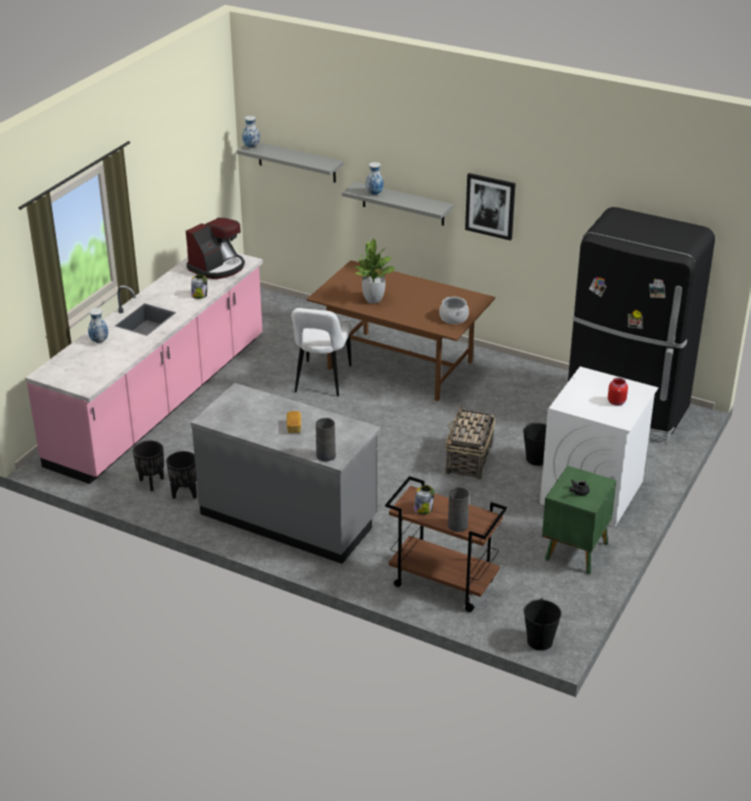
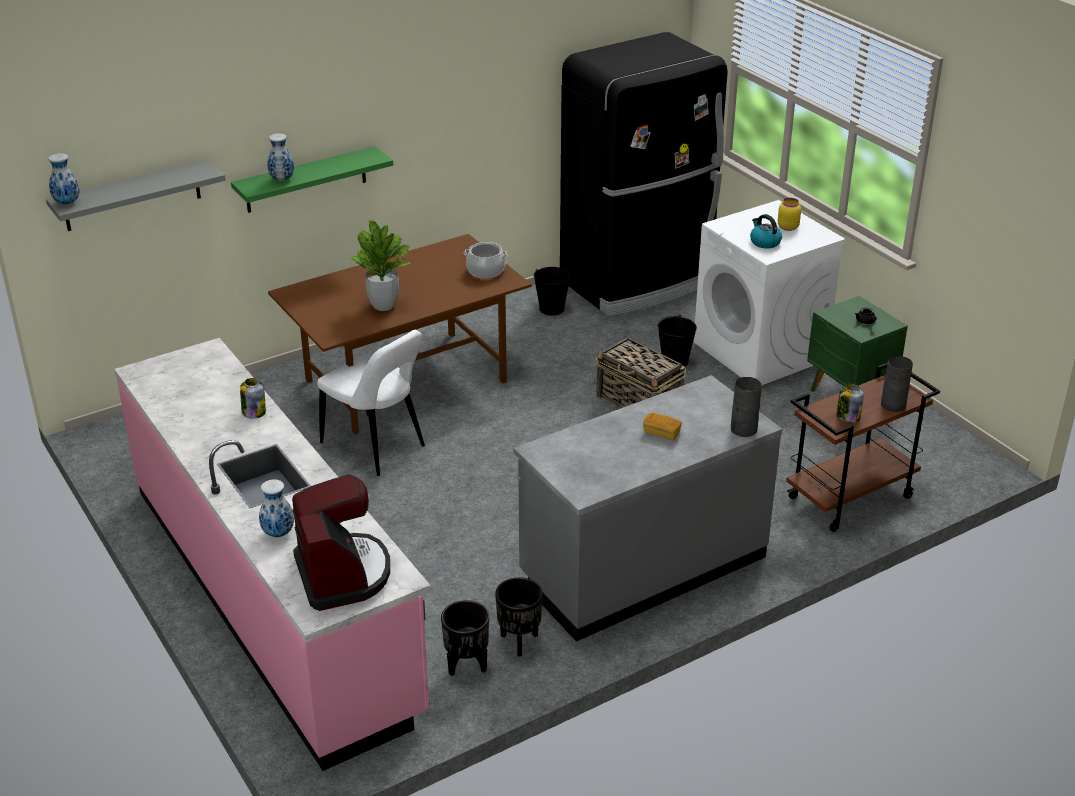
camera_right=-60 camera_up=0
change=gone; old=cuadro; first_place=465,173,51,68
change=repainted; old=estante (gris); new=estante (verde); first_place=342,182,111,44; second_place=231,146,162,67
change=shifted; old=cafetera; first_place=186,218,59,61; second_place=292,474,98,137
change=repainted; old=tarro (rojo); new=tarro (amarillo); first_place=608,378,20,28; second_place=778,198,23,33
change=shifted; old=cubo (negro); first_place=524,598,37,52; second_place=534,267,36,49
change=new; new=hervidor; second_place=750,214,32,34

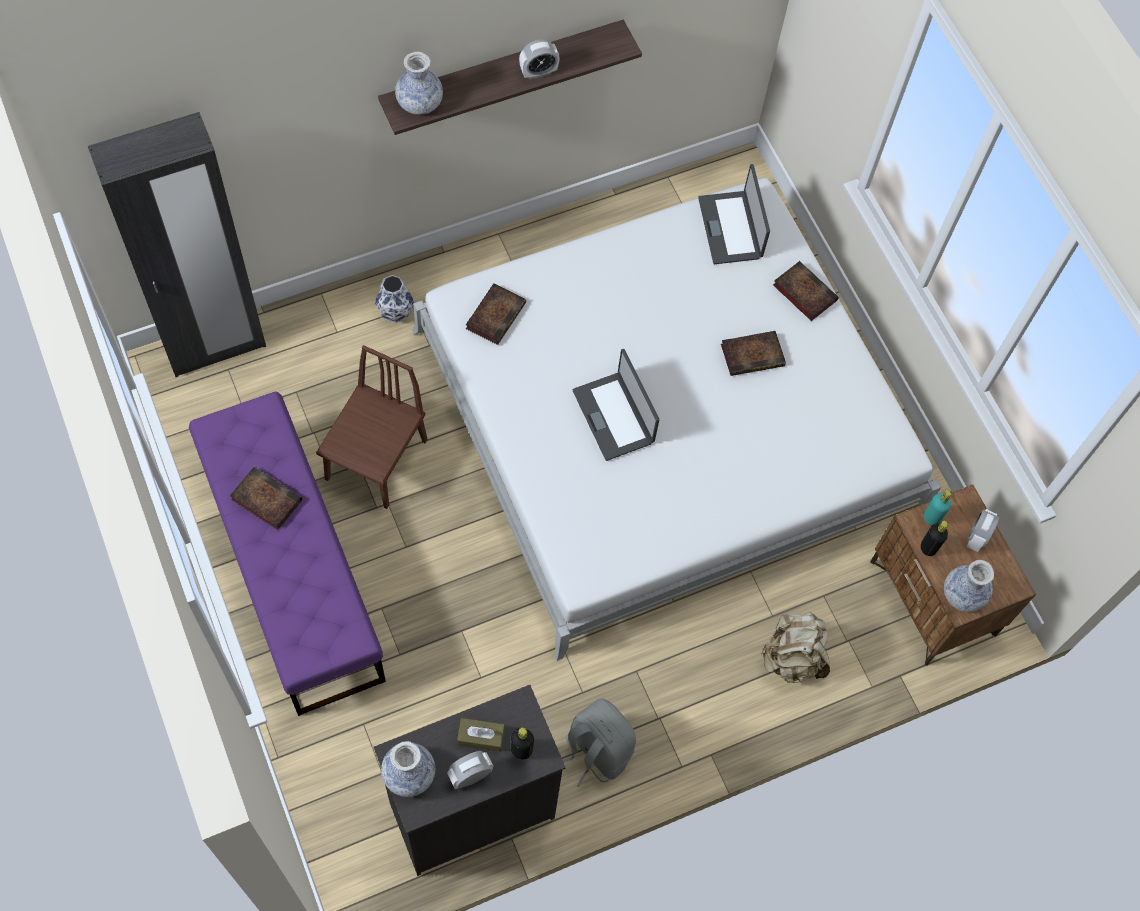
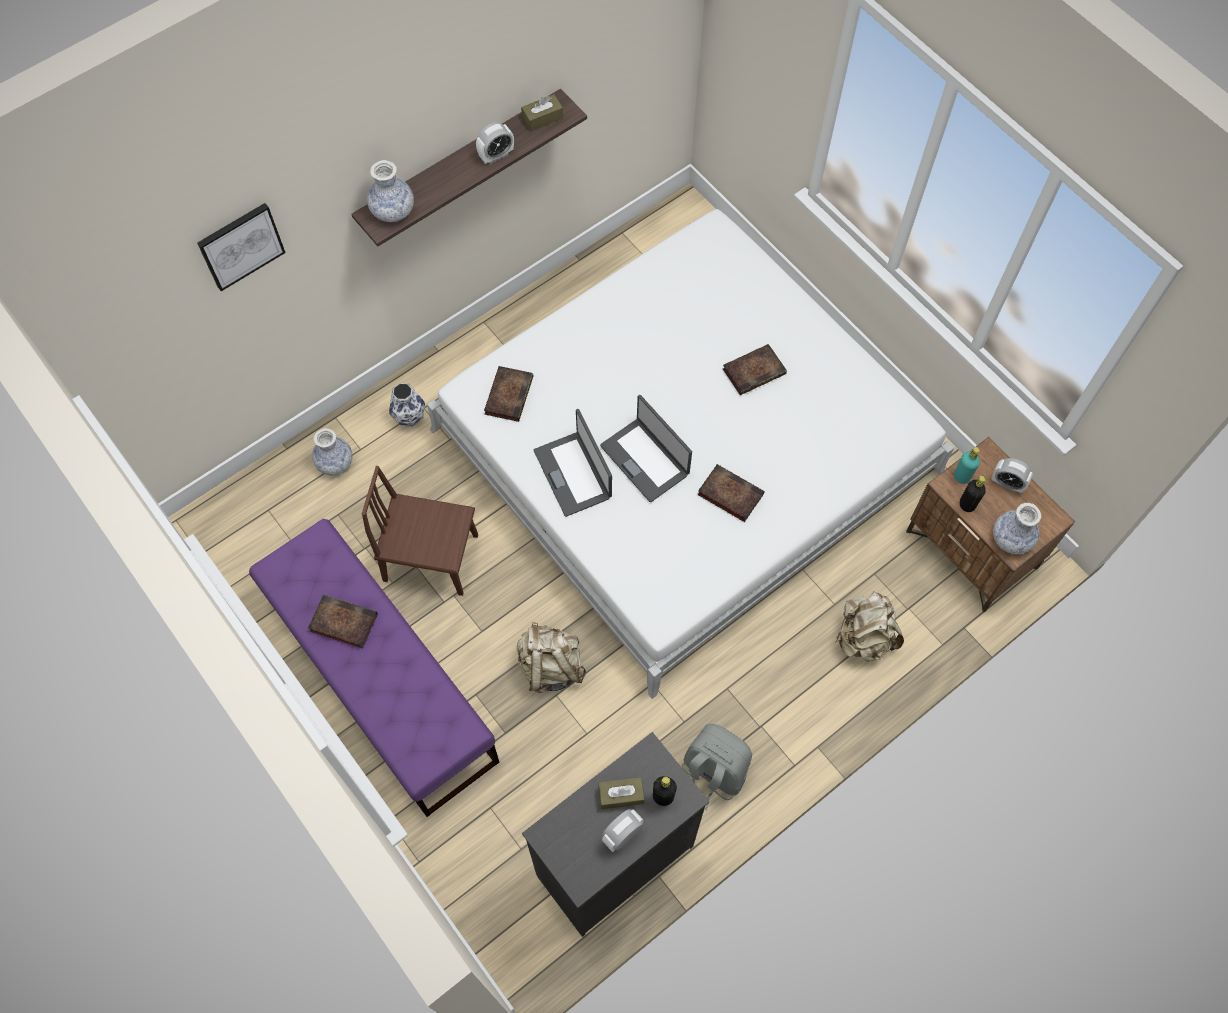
camera_right=-10 camera_up=0
change=gone; old=armario ropero (negro); first_place=88,112,178,265
change=shifted; old=portátil; first_place=698,164,72,100; second_place=534,409,78,108
change=shifted; old=libro; first_place=773,261,66,60; second_place=698,464,67,58
change=rotated; old=silla (marrón); first_place=316,345,112,164; second_place=362,466,116,130; degrees=-90
change=rotated; old=despertador; first_place=967,509,32,43; second_place=991,458,42,35; degrees=-75
change=shifted; old=florero; first_place=381,741,54,56; second_place=312,428,41,47
change=new; new=caja de pañuelos (marrón); second_place=521,94,42,37
change=new; new=cuadro; second_place=197,203,89,88
change=new; new=mochila (beis); second_place=517,622,69,71

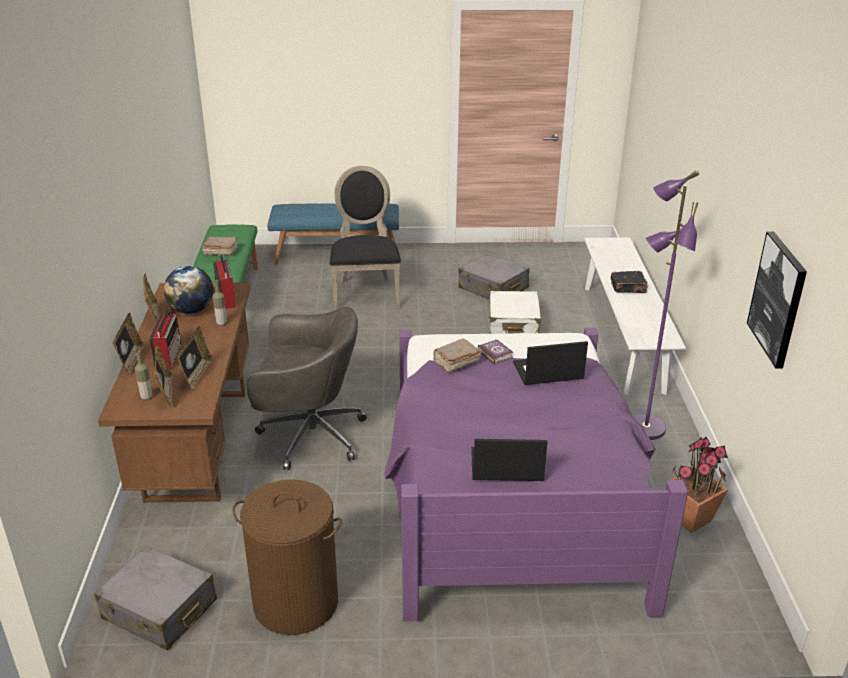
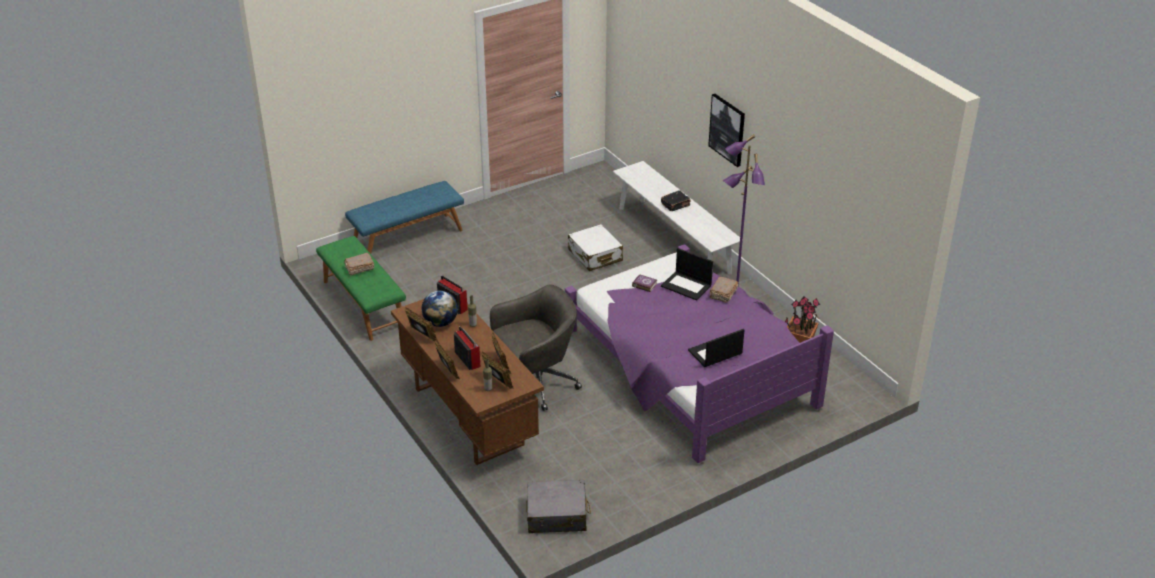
camera_right=-30 camera_up=5
change=gone; old=silla (negro); first_place=330,166,71,144
change=shifted; old=cuadro; first_place=747,231,60,138; second_place=708,94,37,73
change=gone; old=maleta (gris); first_place=458,253,72,46
change=shifted; old=libro (marrón); first_place=433,339,48,34; second_place=709,277,29,26
change=rotated; old=portátil; first_place=513,341,75,44; second_place=661,248,52,53; degrees=-105
change=gone; old=cesto de la ropa (marrón); first_place=232,479,110,156

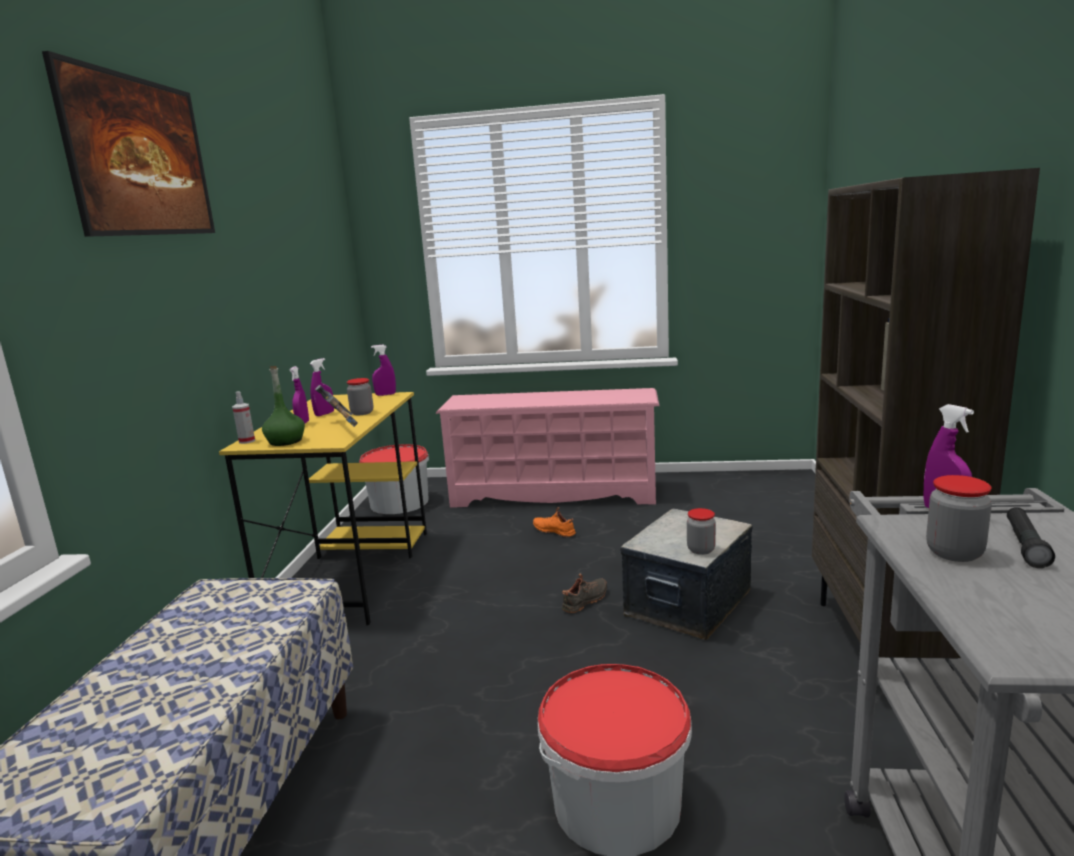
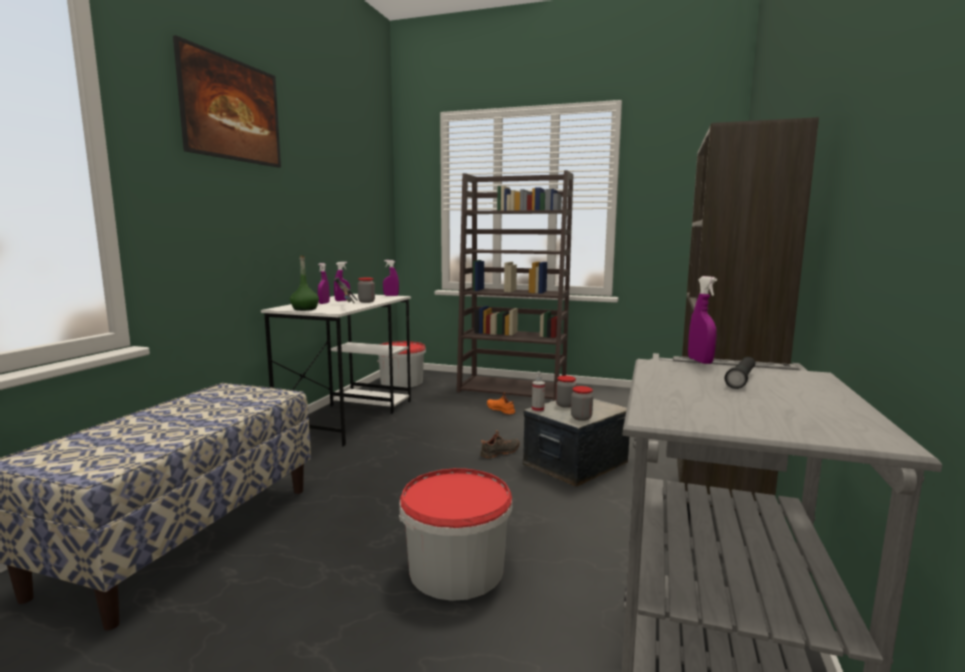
camera_right=10 camera_up=-5
change=swapped; old=zapatero (rosa); new=estantería (marrón); first_place=435,388,225,120; second_place=457,170,116,231
change=shifted; old=pulverizador; first_place=232,391,23,53; second_place=532,372,13,40
change=repainted; old=escritorio (amarillo); new=escritorio (blanco); first_place=219,392,208,234; second_place=261,294,150,153
change=shifted; old=tarro; first_place=926,475,66,87; second_place=556,376,21,32

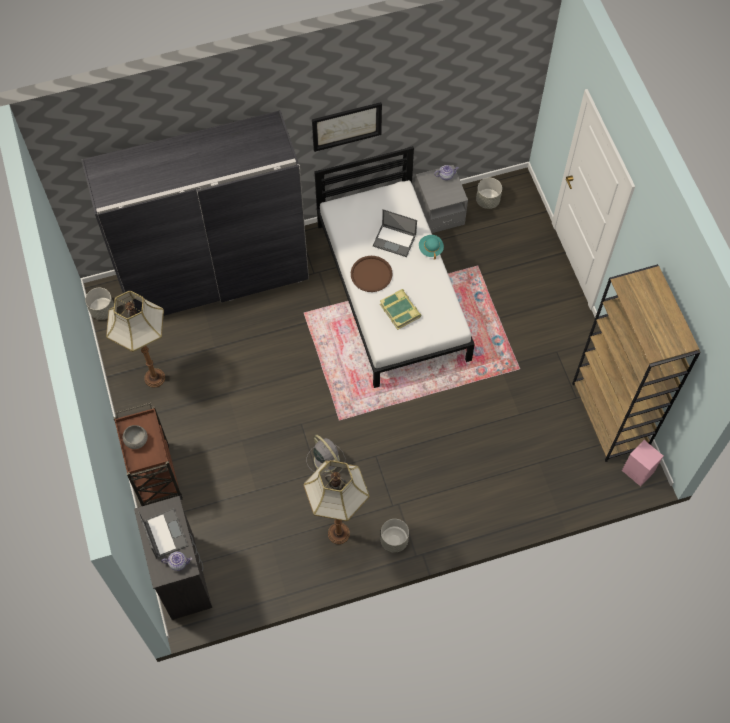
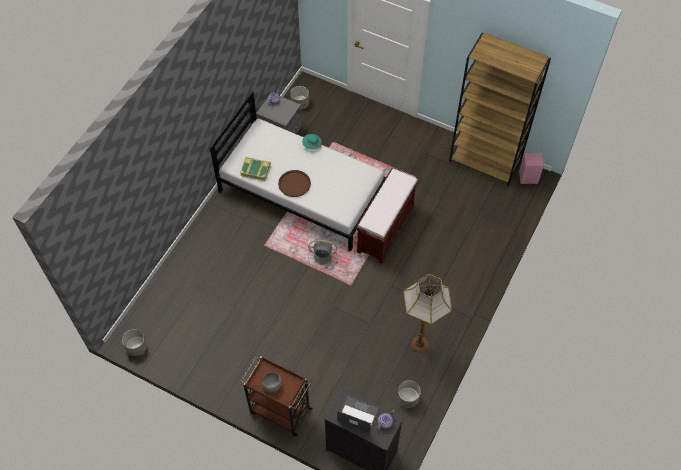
camera_right=-45 camera_up=-5
change=gone; old=cuadro; first_place=312,102,70,50
change=gone; old=armario ropero (gris); first_place=81,110,228,206
change=gone; old=portátil; first_place=373,209,44,48
change=shifted; old=libro; first_place=380,289,41,41; second_place=240,157,31,24
change=gone; old=lámpara de pie; first_place=106,291,59,97
change=shifted; old=ventilador (gris); first_place=307,435,38,39; second_place=308,239,29,30
change=shifted; old=maceta (gris); first_place=381,519,28,34; second_place=397,380,24,28
change=new; new=banco (marrón); second_place=356,167,63,97

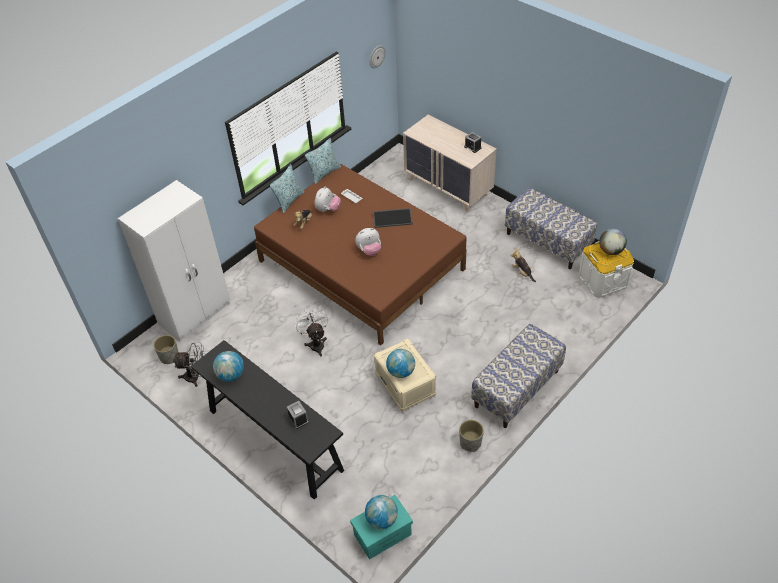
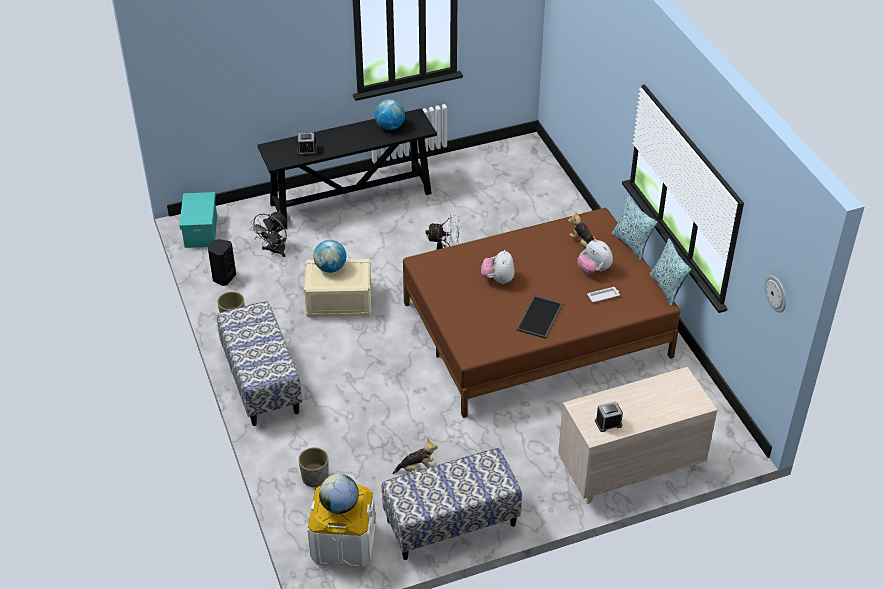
camera_right=115 camera_up=-5
change=gone; old=armario ropero (blanco); first_place=118,180,113,162
change=shifted; old=maceta (gris); first_place=153,335,25,29; second_place=298,447,31,40
change=shifted; old=ventilador (gris); first_place=173,343,31,44; second_place=250,211,38,46
change=gone; old=globo terráqueo; first_place=365,495,33,34
change=new; new=altavoz (negro); second_place=208,239,28,47

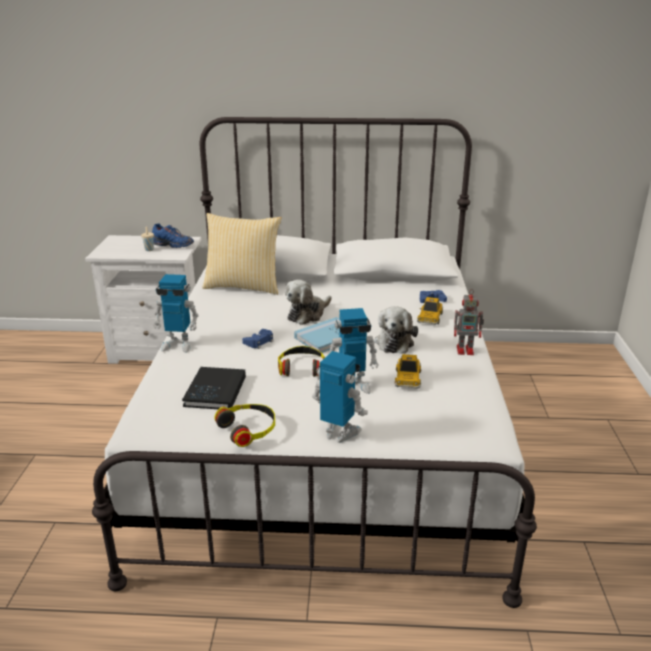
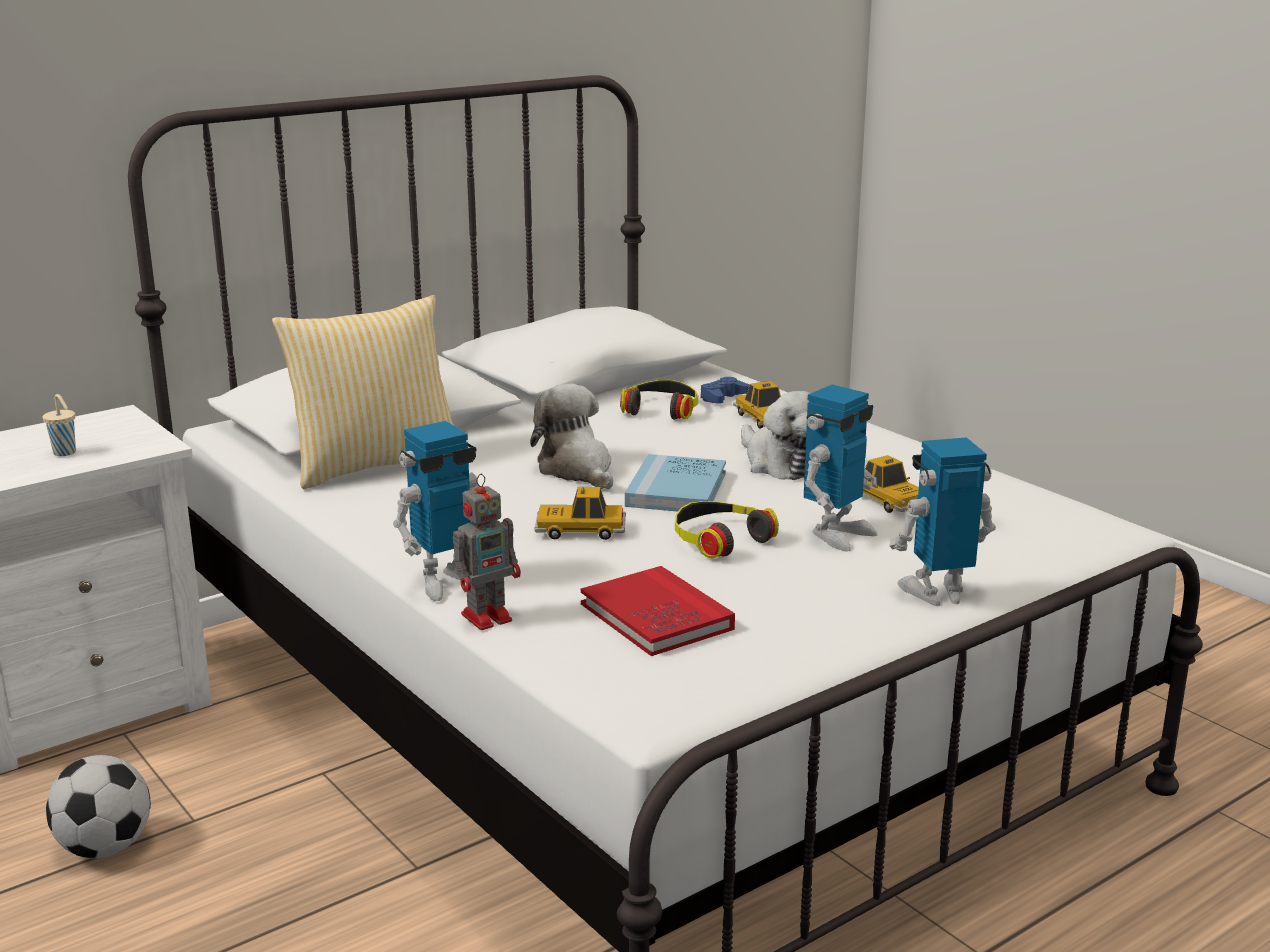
camera_right=-40 camera_up=-5
change=gone; old=zapato (azul); first_place=152,223,42,25
change=rotated; old=peluche; first_place=285,280,47,45; second_place=530,384,83,105; degrees=150
change=shifted; old=robot de juguete; first_place=454,289,30,66; second_place=453,474,68,156
change=swapped; old=mando de consola (azul); new=coche de juguete; first_place=242,329,31,20; second_place=534,487,92,53
change=repainted; old=libro (negro); new=libro (rojo); first_place=182,367,64,42; second_place=581,566,154,90
change=shifted; old=auriculares; first_place=214,404,61,43; second_place=620,380,78,40
change=new; new=balón de fútbol; second_place=46,755,105,103

